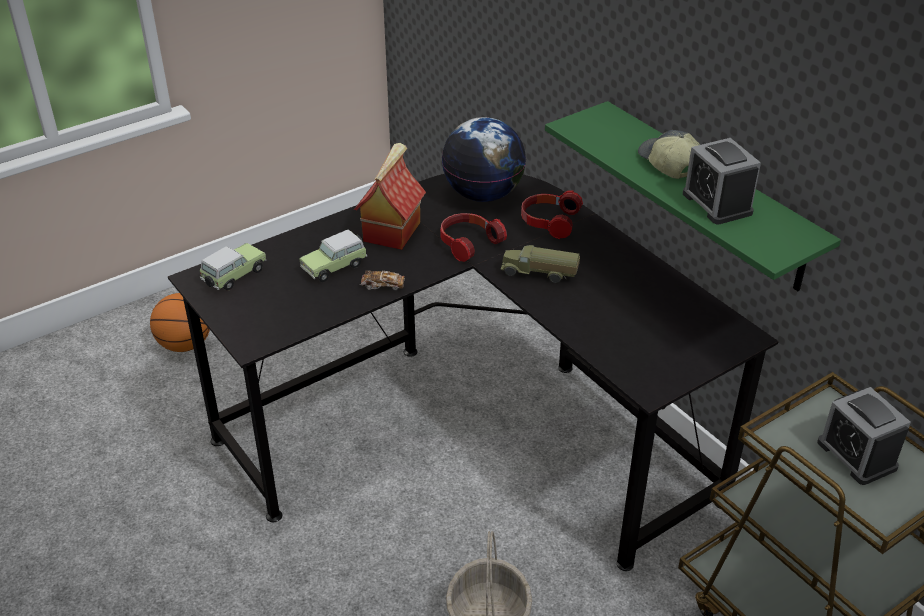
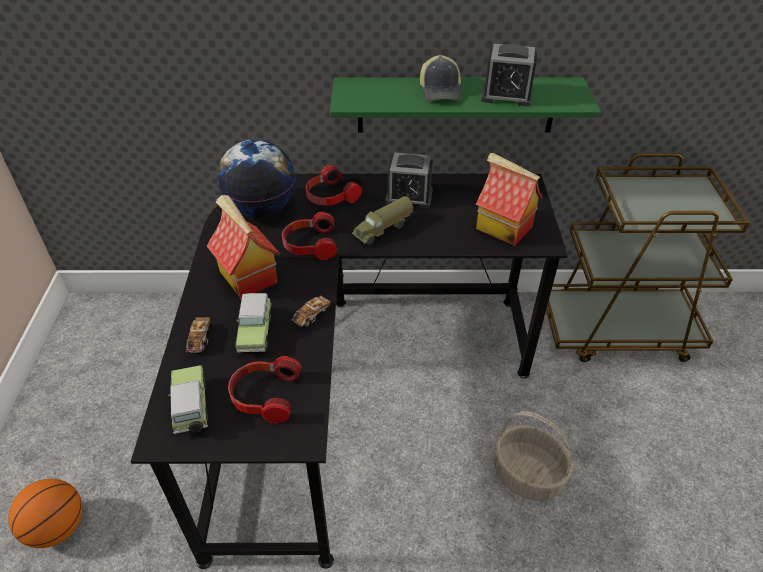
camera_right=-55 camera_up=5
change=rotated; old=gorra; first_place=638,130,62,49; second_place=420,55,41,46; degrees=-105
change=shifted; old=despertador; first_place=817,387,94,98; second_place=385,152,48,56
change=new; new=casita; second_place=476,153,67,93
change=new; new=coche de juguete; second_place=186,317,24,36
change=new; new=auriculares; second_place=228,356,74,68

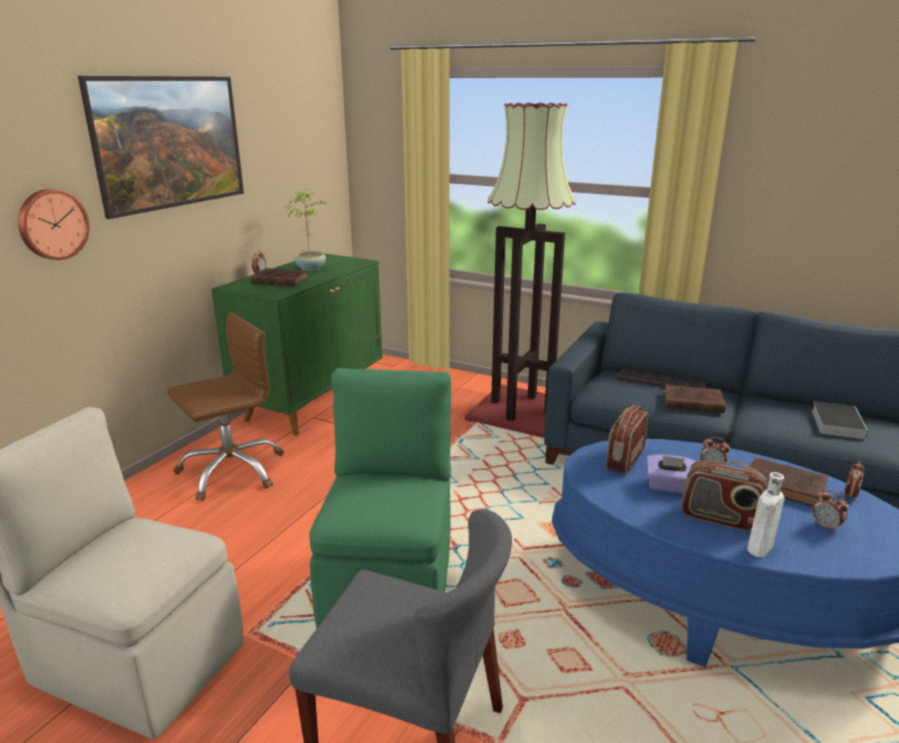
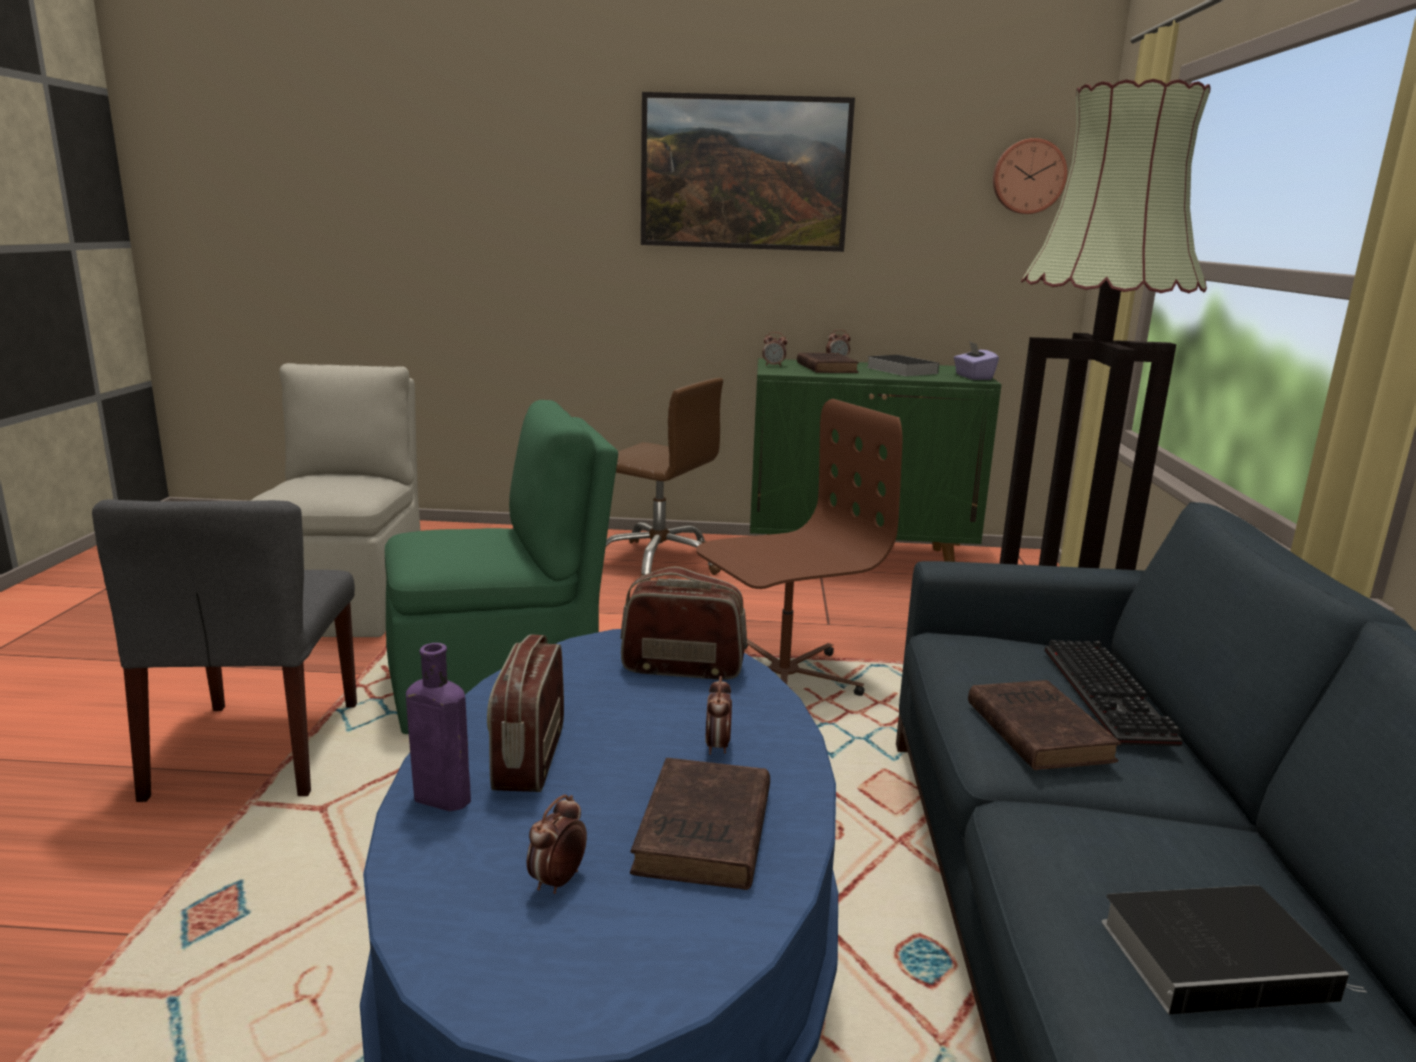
camera_right=65 camera_up=-5
change=shifted; old=reloj de pared; first_place=18,189,71,71; second_place=993,138,74,76
change=swapped; old=planta en maceta; new=libro; first_place=286,189,41,82; second_place=866,355,73,21
change=shifted; old=caja de pañuelos (morado); first_place=647,454,49,39; second_place=954,341,45,39
change=shifted; old=despertador; first_place=844,461,20,40; second_place=762,332,25,35
change=repainted; old=botella (blanco); new=botella (morado); first_place=747,472,38,85; second_place=406,643,65,168
change=new; new=silla de oficina (marrón); second_place=696,399,206,297

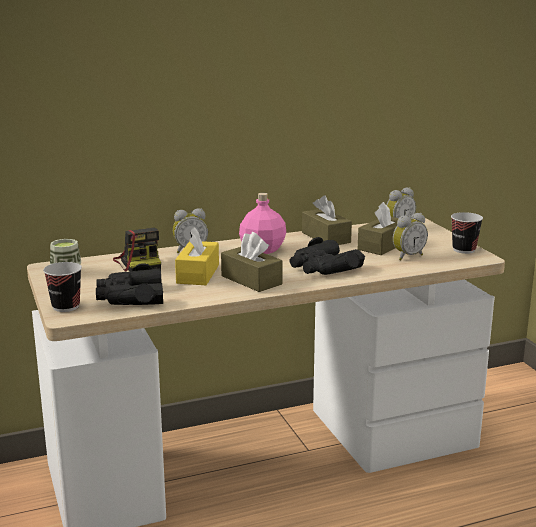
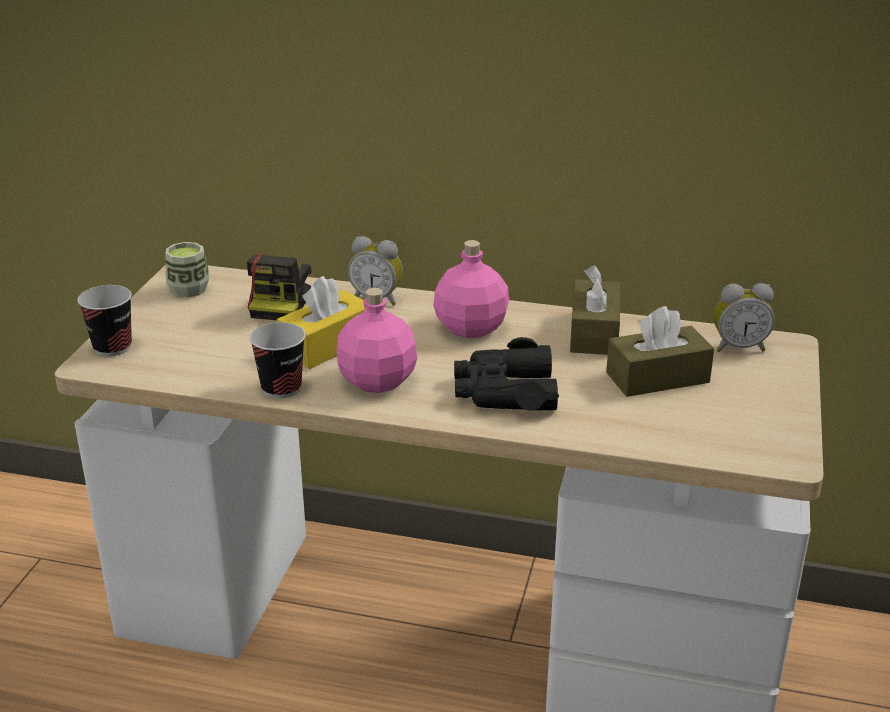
camera_right=35 camera_up=10
change=shifted; old=taza; first_place=451,212,32,42; second_place=249,322,56,76
change=gone; old=despertador; first_place=393,213,35,47
change=swapped; old=caja de pañuelos (marrón); new=botella (rosa); first_place=221,232,62,60; second_place=336,288,81,105
change=gone; old=prismáticos (negro); first_place=96,263,67,42

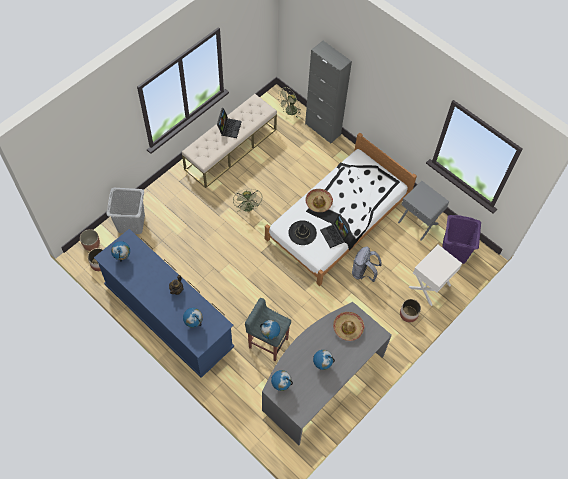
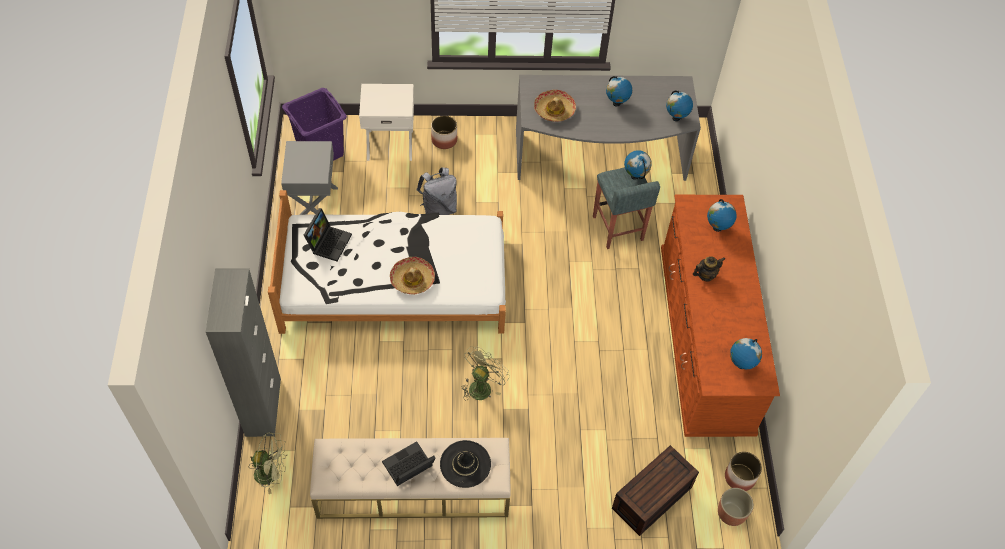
camera_right=-135 camera_up=-5
change=swapped; old=cesto de la ropa (gris); new=caja de almacenaje (marrón); first_place=106,188,39,46; second_place=612,445,87,91
change=shifted; old=portátil; first_place=320,214,31,34; second_place=304,208,48,53
change=shifted; old=sombrero (negro); first_place=288,220,29,25; second_place=440,440,51,48
change=repainted; old=cómoda (azul); new=cómoda (marrón); first_place=94,229,140,149; second_place=661,195,119,242

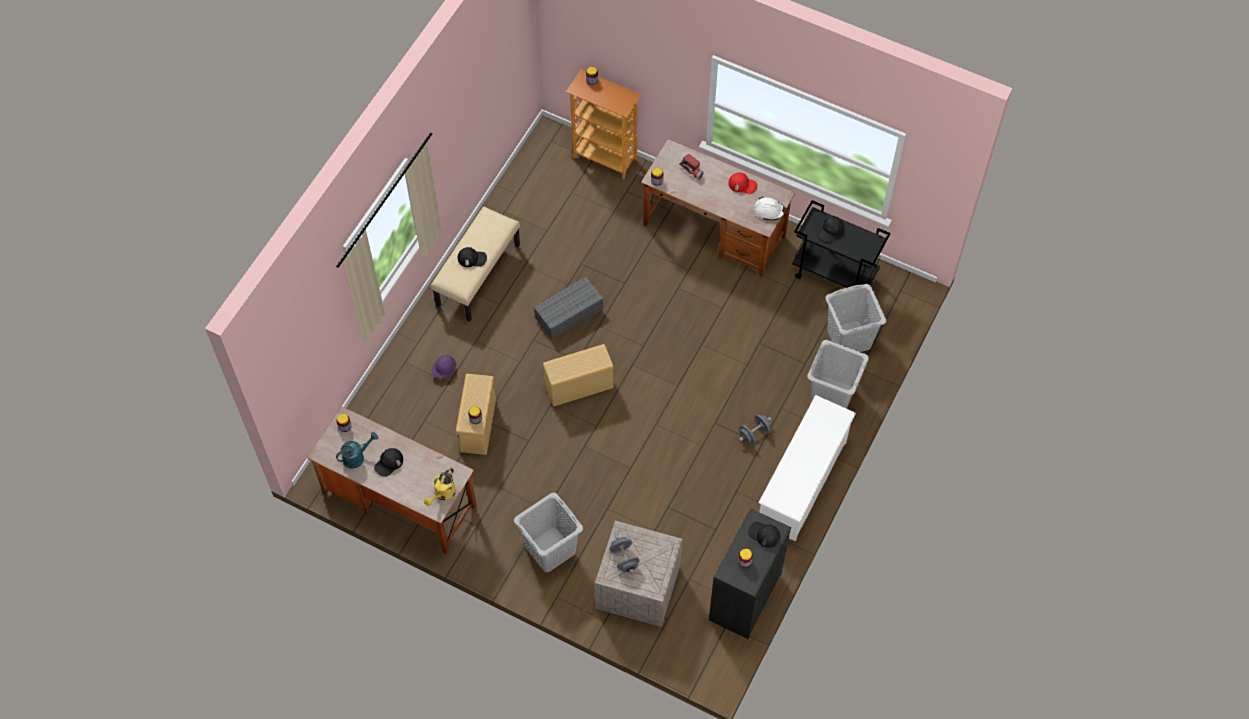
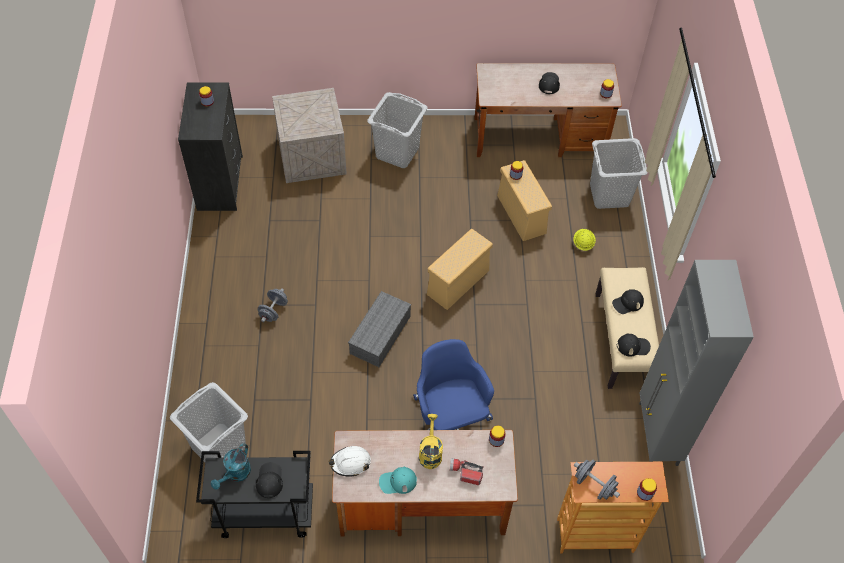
camera_right=150 camera_up=-5
change=repainted; old=gorra (rojo); new=gorra (turquesa); first_place=728,172,30,22; second_place=379,467,38,27
change=shifted; old=caja de almacenaje (gris); first_place=534,276,70,63; second_place=348,291,63,76
change=shifted; old=cesto de la ropa (gris); first_place=807,340,62,69; second_place=590,138,58,71
change=repainted; old=casco (morado); new=casco (amarillo); first_place=432,355,24,24; second_place=574,229,22,22
change=gone; old=zapatero (blanco); first_place=758,395,98,147
change=shifted; old=regadera (turquesa); first_place=336,432,42,37; second_place=211,443,40,47
change=shifted; old=regadera (amarillo); first_place=424,467,32,39; second_place=419,414,24,55
change=shifted; old=gorra (negro); first_place=748,522,32,26; second_place=617,334,34,23
change=shifted; old=mancuerna (gris); first_place=610,535,30,40; second_place=574,460,46,40
change=new; new=armario (gris); second_place=639,260,115,206
change=new; new=silla de oficina (azul); second_place=413,339,81,91

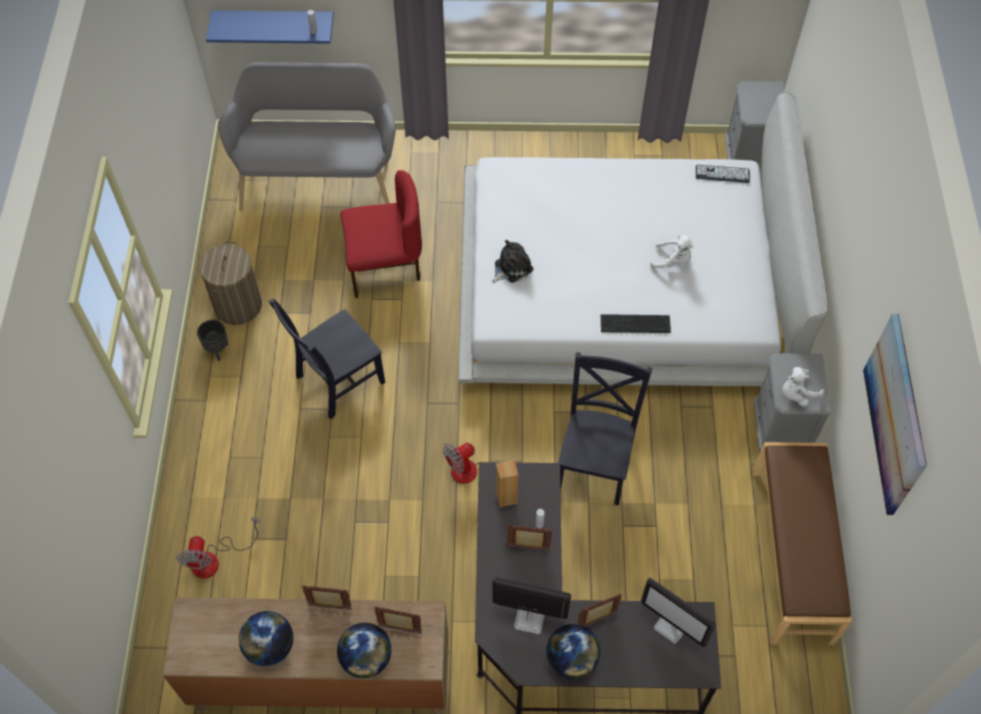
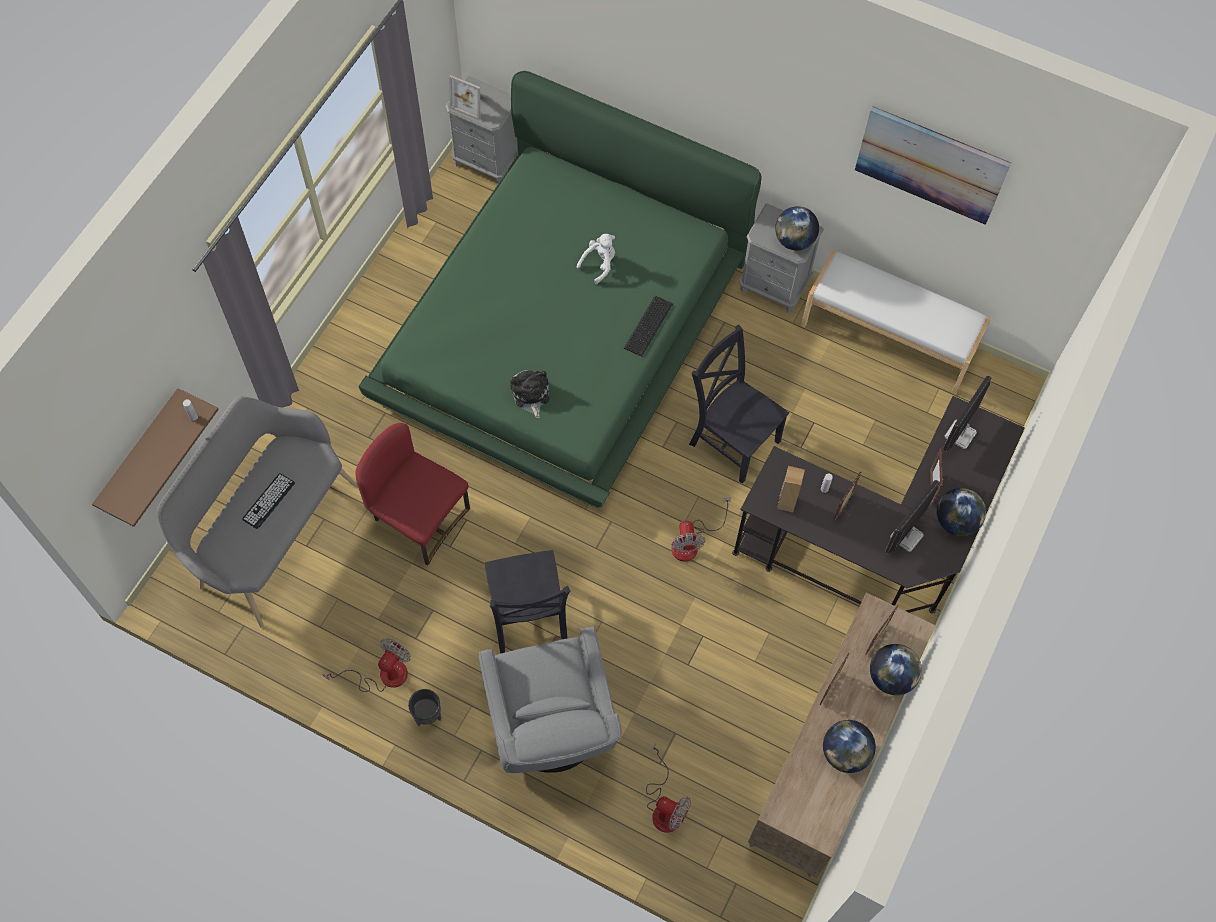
camera_right=-65 camera_up=5
change=repainted; old=estante (azul); new=estante (marrón); first_place=206,10,128,34; second_place=92,388,127,139
change=repainted; old=cama (blanco); new=cama (verde); first_place=458,92,370,294; second_place=359,71,403,437
change=shifted; old=teclado; first_place=696,165,54,18; second_place=242,473,53,56
change=rotated; old=silla (rojo); first_place=340,170,82,128; second_place=355,423,115,143; degrees=-75
change=swapped; old=cesto de la ropa; new=ventilador; first_place=200,241,62,84; second_place=323,638,88,54
change=swapped; old=peluche (blanco); new=globo terráqueo; first_place=783,367,41,40; second_place=775,206,44,44
change=repainted; old=banco (marrón); new=banco (blanco); first_place=752,442,100,203; second_place=801,250,190,144
change=rotated; old=monitor; first_place=641,578,75,69; second_place=943,375,48,76; degrees=150
change=new; new=portarretratos; second_place=449,75,41,45
change=new; new=sillón (gris); second_place=479,626,143,147

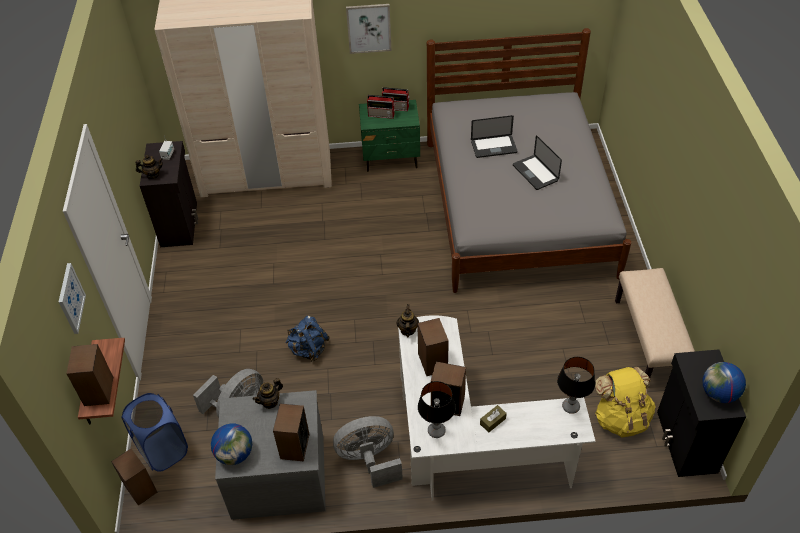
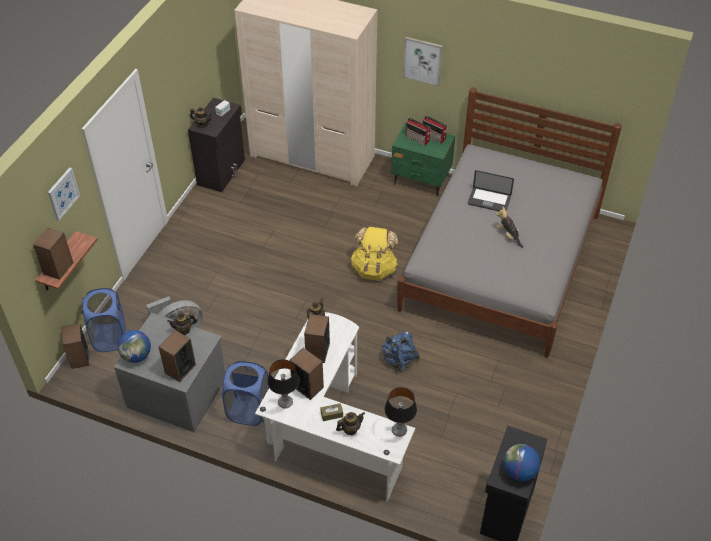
camera_right=25 camera_up=0
change=swapped; old=portátil; new=peluche; first_place=513,135,49,55; second_place=496,206,27,42
change=gone; old=banco (beis); first_place=615,268,80,110
change=shifted; old=mochila (azul); first_place=286,316,44,46; second_place=382,331,38,40
change=shifted; old=mochila (amarillo); first_place=595,367,60,70; second_place=351,227,47,53
change=swapped; old=ventilador (gris); new=cesto de la ropa (azul); first_place=333,416,70,72; second_place=222,361,47,65
change=new; new=tetera; second_place=336,412,29,23

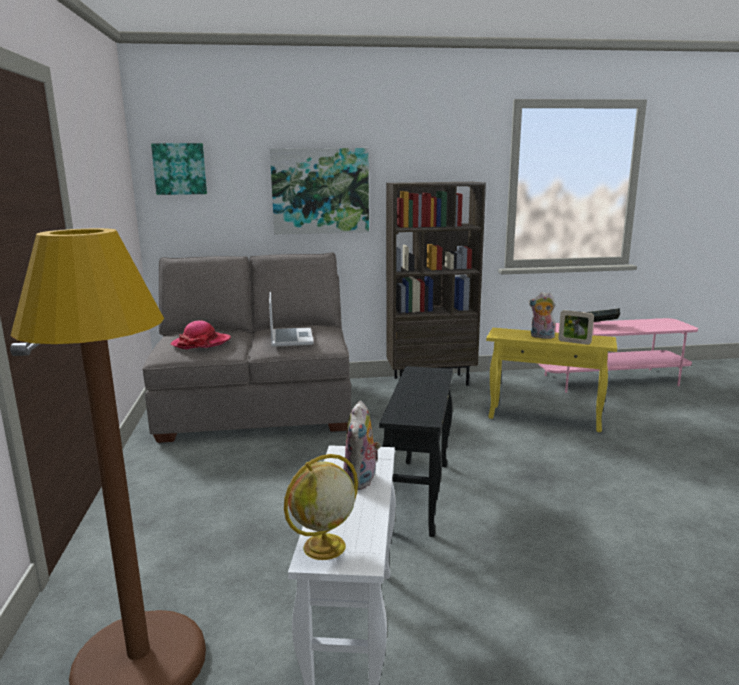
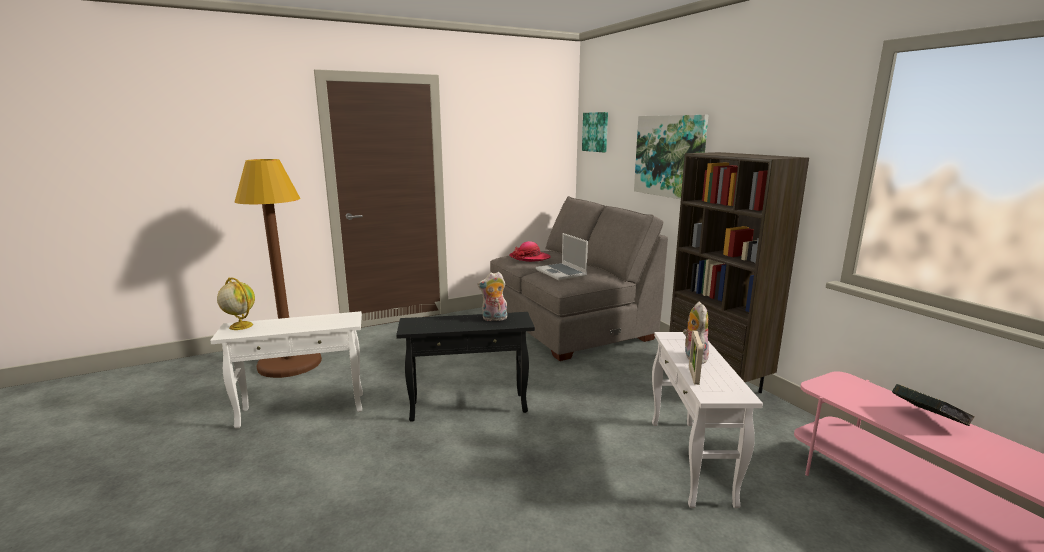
camera_right=70 camera_up=0
change=rotated; old=portátil; first_place=269,292,45,55; second_place=536,233,52,47; degrees=90
change=repainted; old=mesa auxiliar (amarillo); new=mesa auxiliar (blanco); first_place=486,328,131,104; second_place=652,332,111,176
change=shifted; old=peluche; first_place=343,400,38,90; second_place=477,272,30,49

